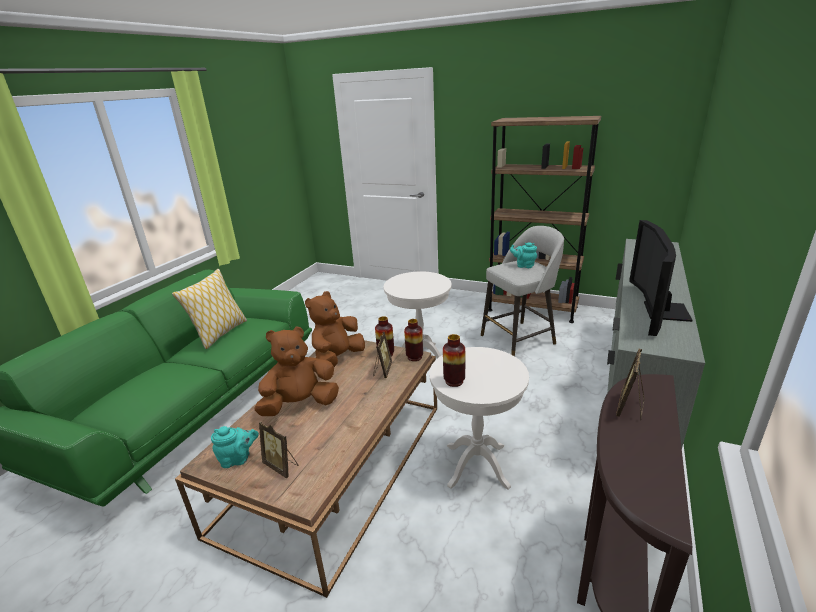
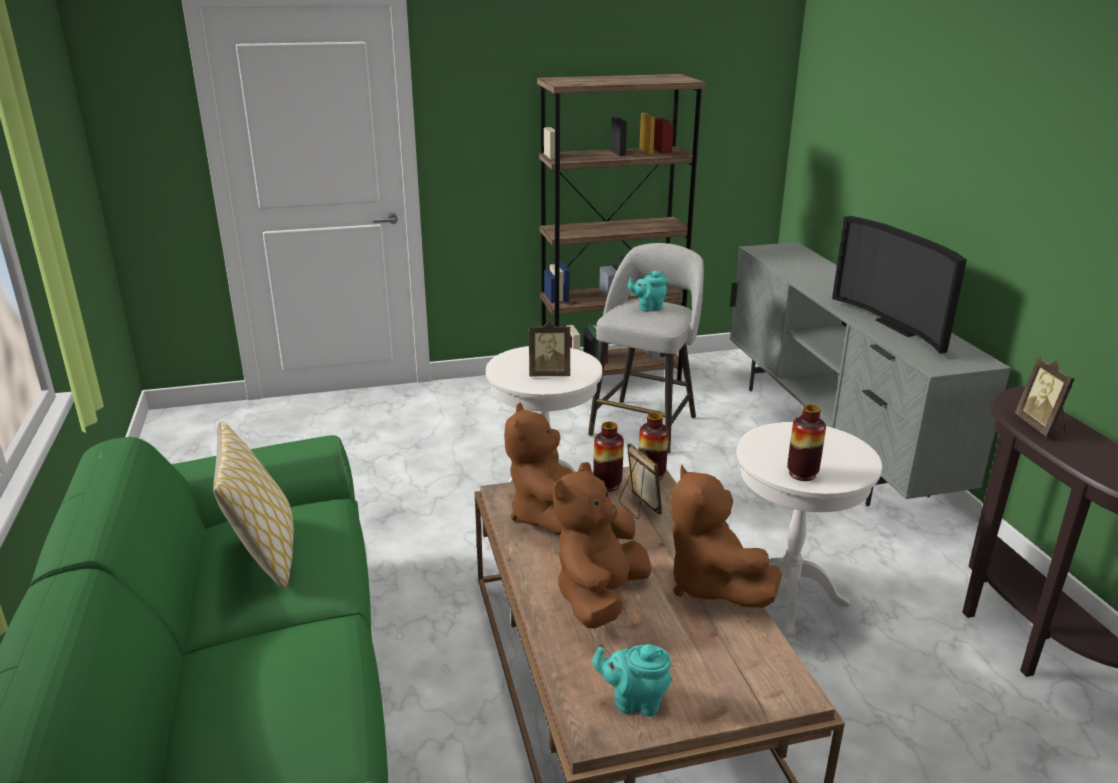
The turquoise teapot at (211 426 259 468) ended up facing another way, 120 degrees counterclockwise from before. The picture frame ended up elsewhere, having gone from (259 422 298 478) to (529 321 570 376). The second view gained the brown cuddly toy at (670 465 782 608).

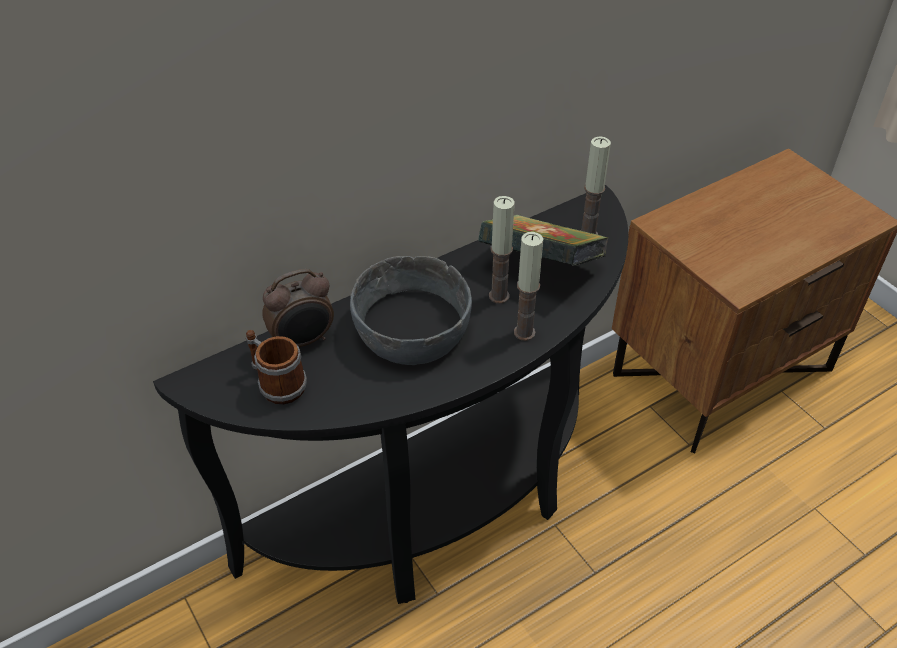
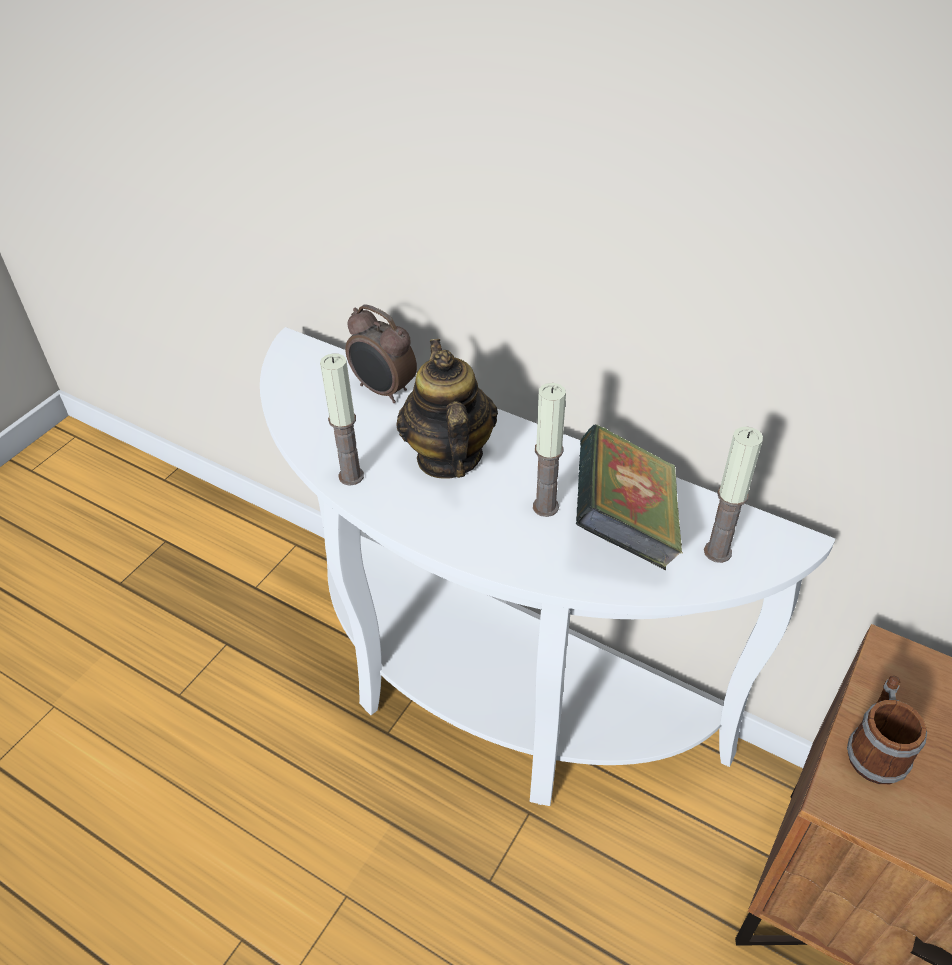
What was the blackish console table at (153 185 628 604) turned into the whitish console table at (260 327 835 806). The mug ended up elsewhere, having gone from (246 330 307 404) to (847 676 927 784). Where the grey deep dish stood at (350 256 472 365), the teapot came to stand at (396 339 498 479). The candle ended up elsewhere, having gone from (514 232 543 341) to (320 353 364 486).

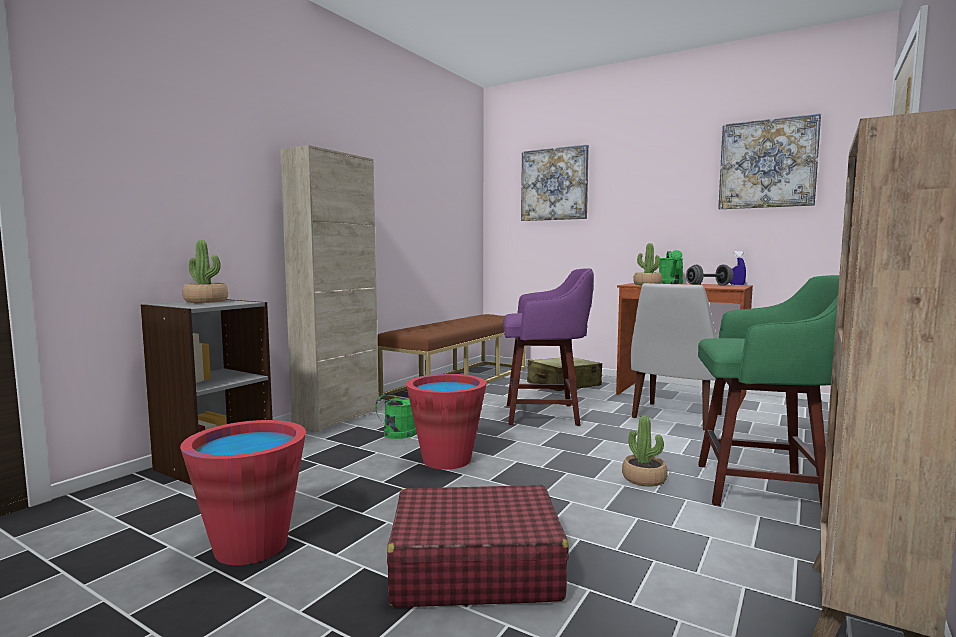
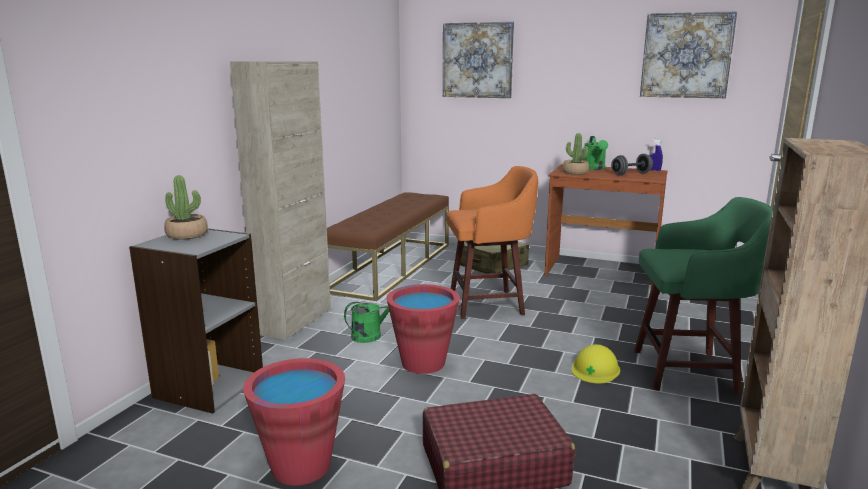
What was the purple-coloured sitting stool at (503 268 594 426) turned into the orangey sitting stool at (447 166 538 319). Where the plant in a pot stood at (622 415 668 487), the yellow work helmet came to stand at (571 344 620 383). The second view lost the whitish plain chair at (631 283 724 431).

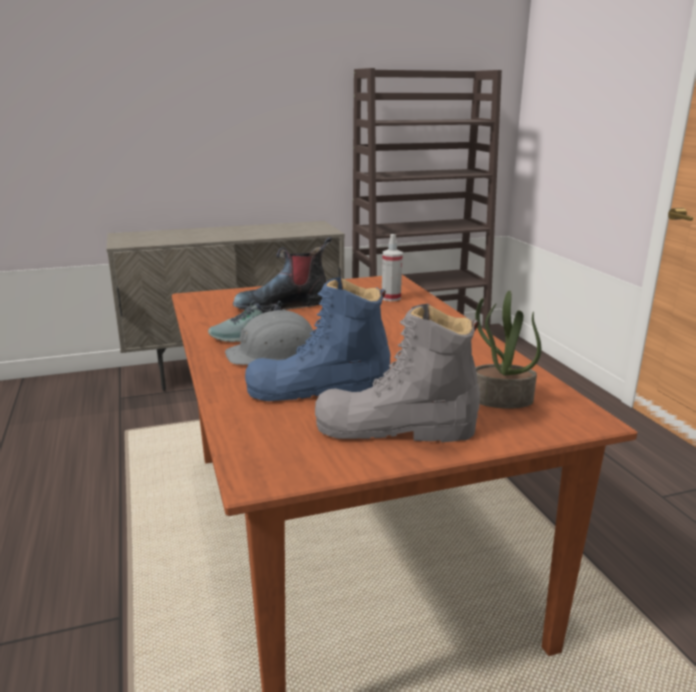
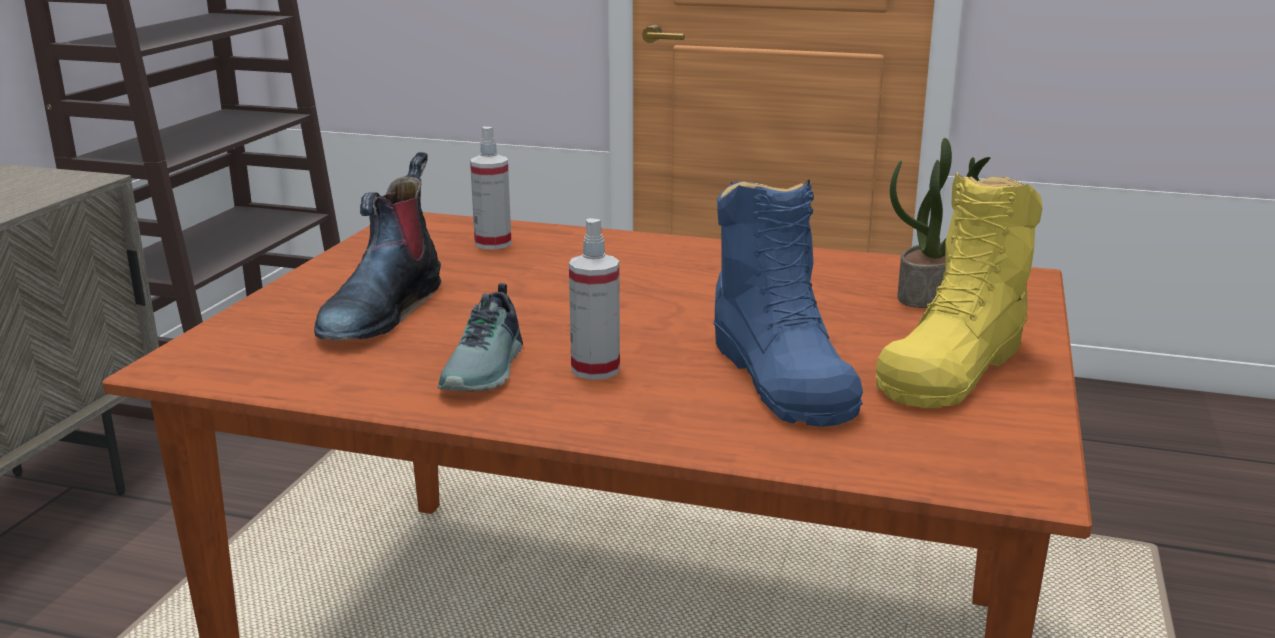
Where the grey work helmet stood at (225 309 314 365), the spray bottle came to stand at (569 218 620 380). The bluish high-top boot at (245 277 390 401) ended up facing another way, 45 degrees counterclockwise from before. What was the grey high-top boot at (315 303 480 442) turned into the yellow high-top boot at (875 172 1043 408).

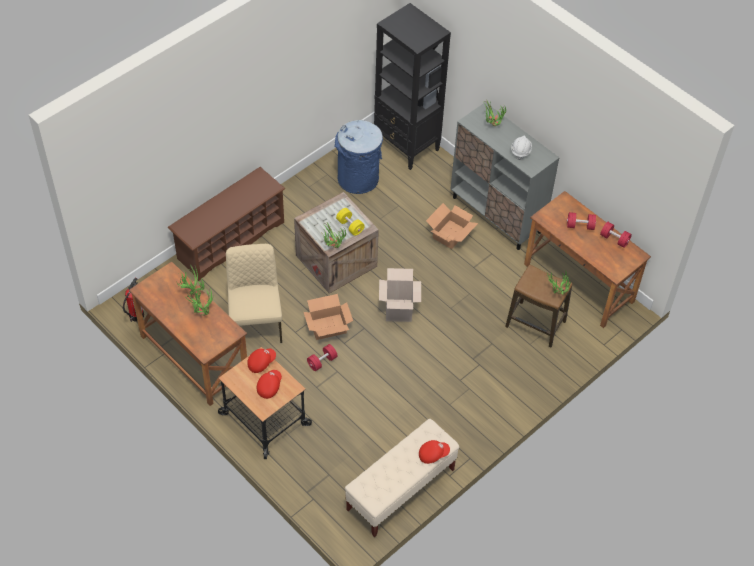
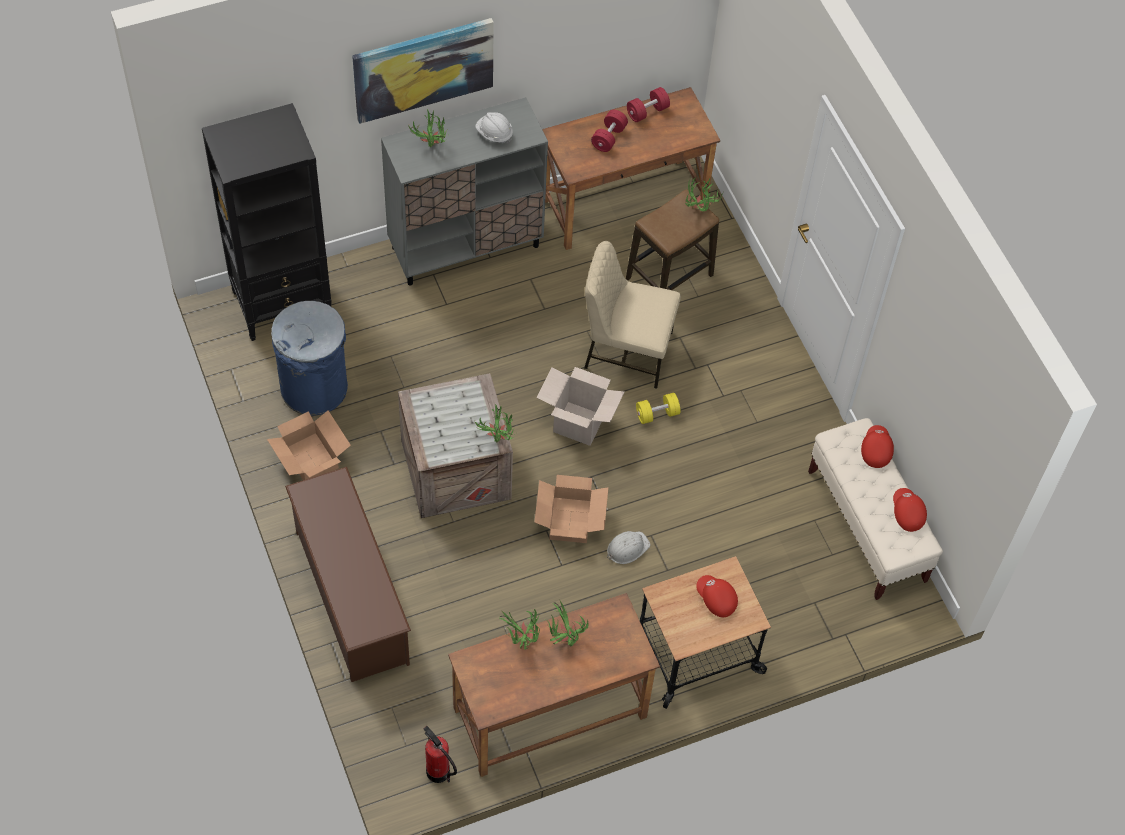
The beige-coloured plain chair ended up elsewhere, having gone from (226 244 282 343) to (584 241 681 389). The red-coloured peaked cap ended up elsewhere, having gone from (247 349 276 373) to (893 488 927 532). Where the red-coloured dumbbell stood at (307 344 338 371), the whitish work helmet came to stand at (607 531 650 564). The yellow dumbbell ended up elsewhere, having gone from (336 208 365 236) to (636 393 680 424). The cardboard box ended up elsewhere, having gone from (426 203 478 249) to (267 411 351 480). The second view gained the picture at (352 18 494 124).

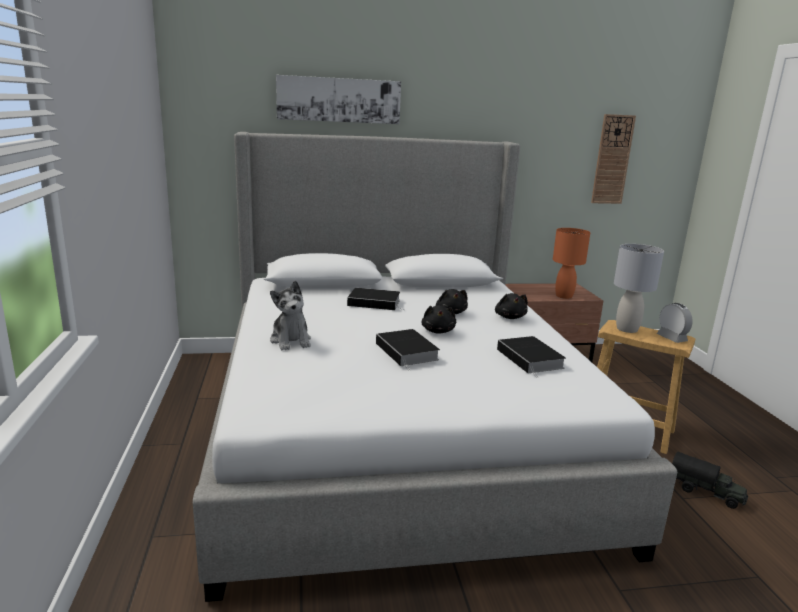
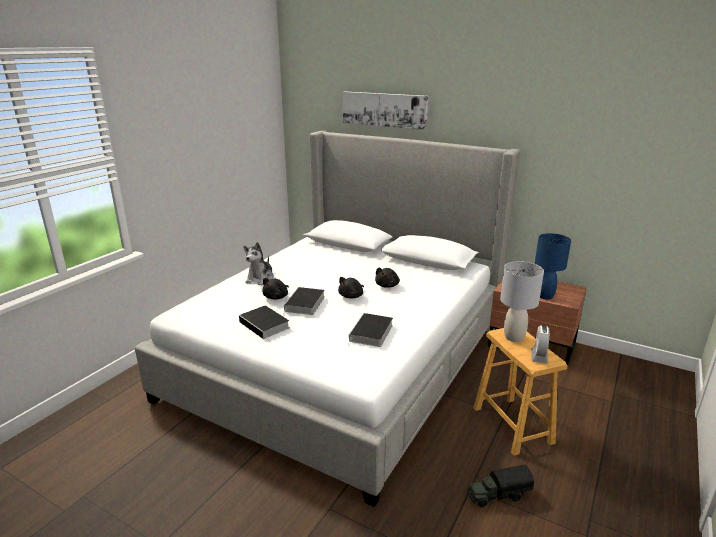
The bound book ended up elsewhere, having gone from (347 288 403 310) to (239 306 290 341). The blackish cuddly toy ended up elsewhere, having gone from (495 293 528 319) to (262 278 289 299). What was the orangey table lamp at (553 228 590 299) turned into the bluish table lamp at (535 233 571 299). The second view lost the wall clock at (591 114 636 204). The toy truck at (672 452 748 509) ended up facing another way, 90 degrees clockwise from before.

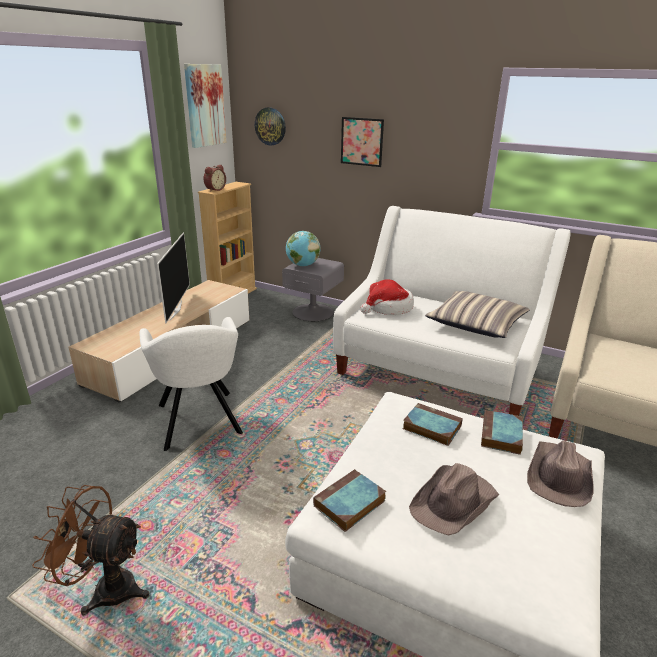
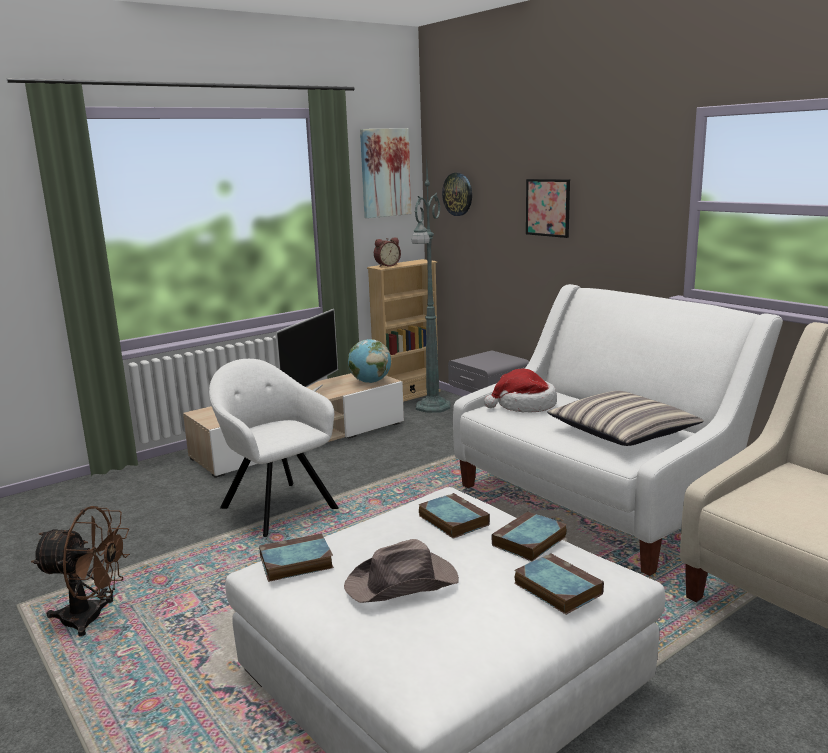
The brown cooling fan at (32 485 149 616) ended up facing another way, 150 degrees clockwise from before. The whitish armchair at (139 317 243 451) ended up facing another way, 135 degrees clockwise from before. The world globe ended up elsewhere, having gone from (286 231 320 266) to (348 339 391 383). Where the brown hat stood at (527 440 594 507), the bound book came to stand at (514 553 604 615). The second view gained the green-coloured standing lamp at (412 159 450 413).

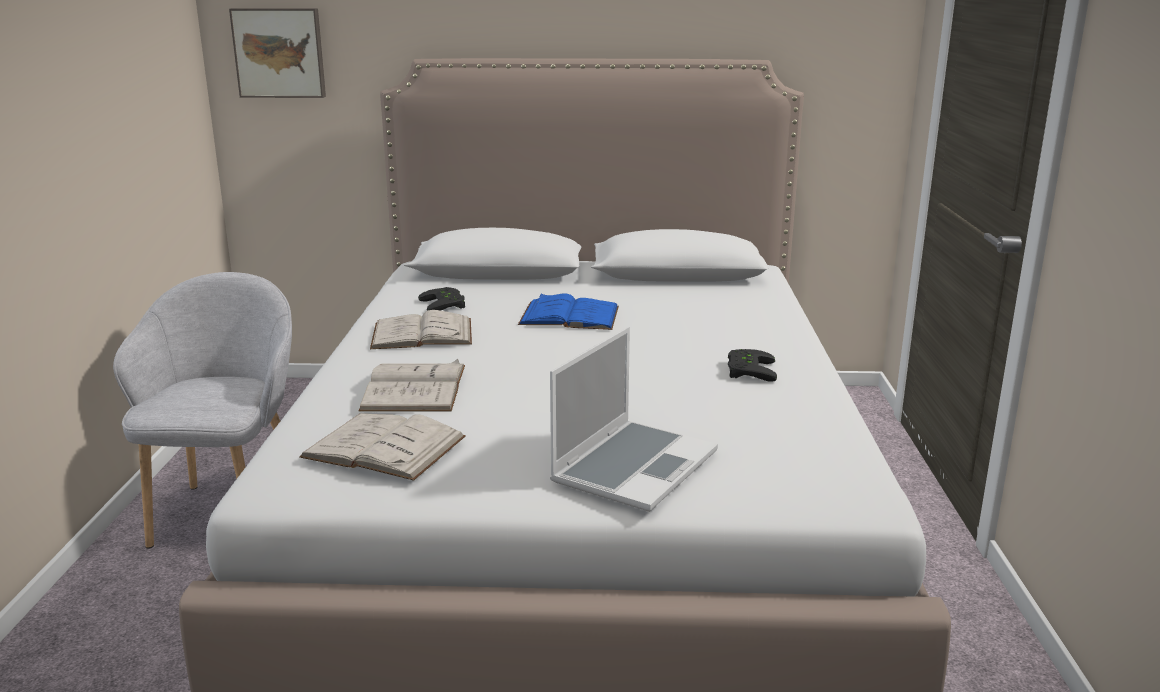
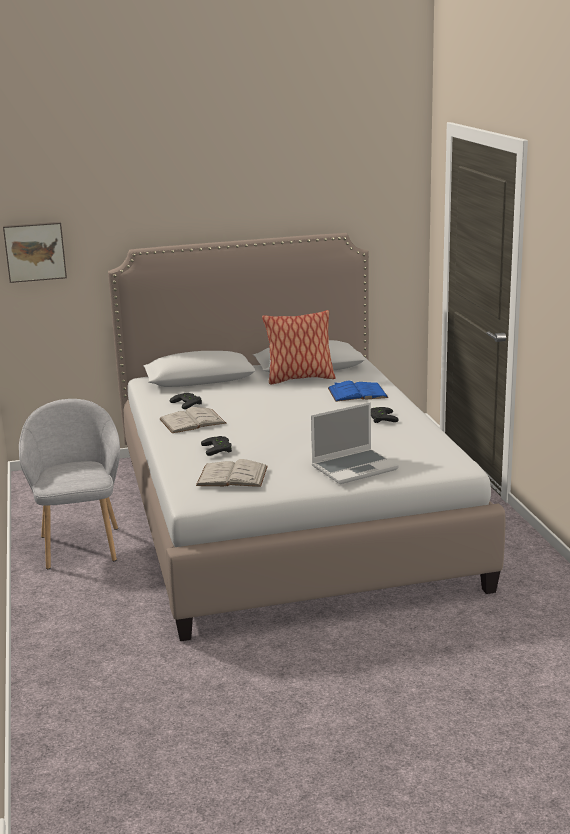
Where the whitish bound book stood at (358 359 465 412), the blackish game controller came to stand at (201 436 232 456). The bluish bound book ended up elsewhere, having gone from (518 293 619 330) to (328 381 388 402). The laptop at (550 327 718 512) ended up facing another way, 45 degrees clockwise from before. The second view gained the pillow at (262 310 336 384).

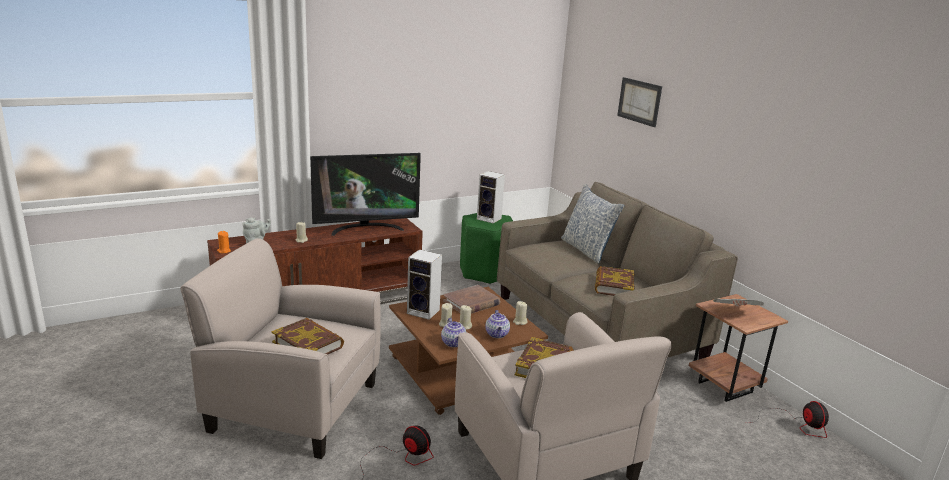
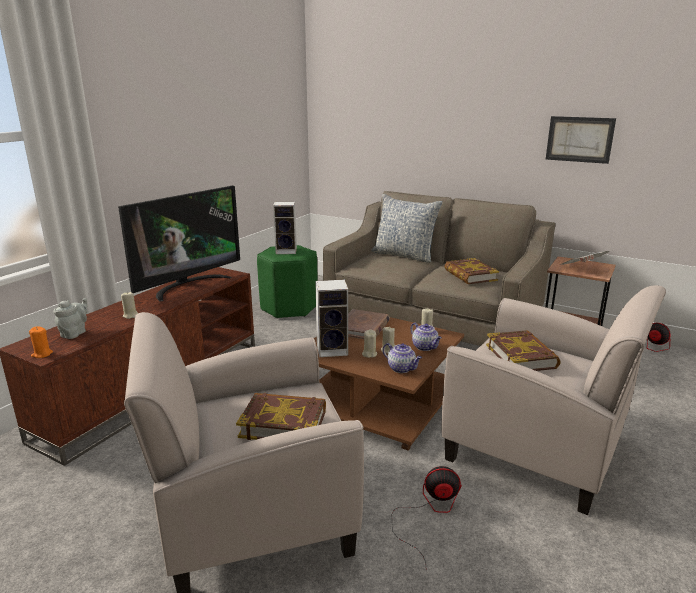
The picture ended up elsewhere, having gone from (617 77 662 127) to (546 116 616 164).

